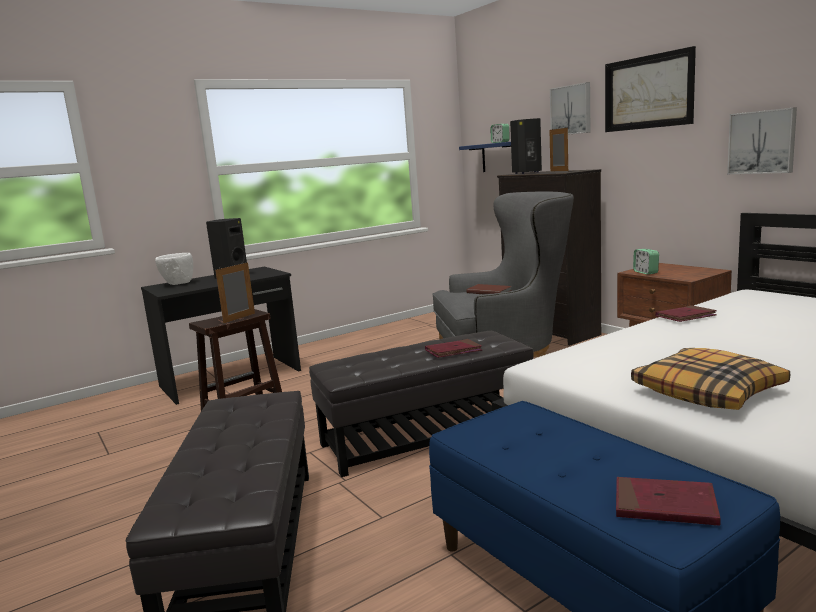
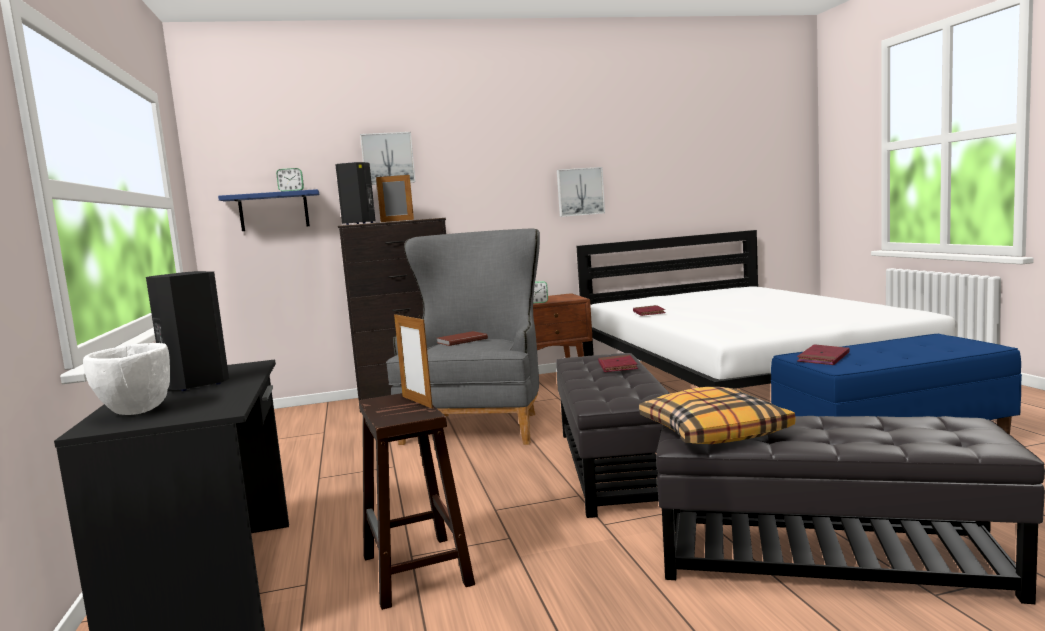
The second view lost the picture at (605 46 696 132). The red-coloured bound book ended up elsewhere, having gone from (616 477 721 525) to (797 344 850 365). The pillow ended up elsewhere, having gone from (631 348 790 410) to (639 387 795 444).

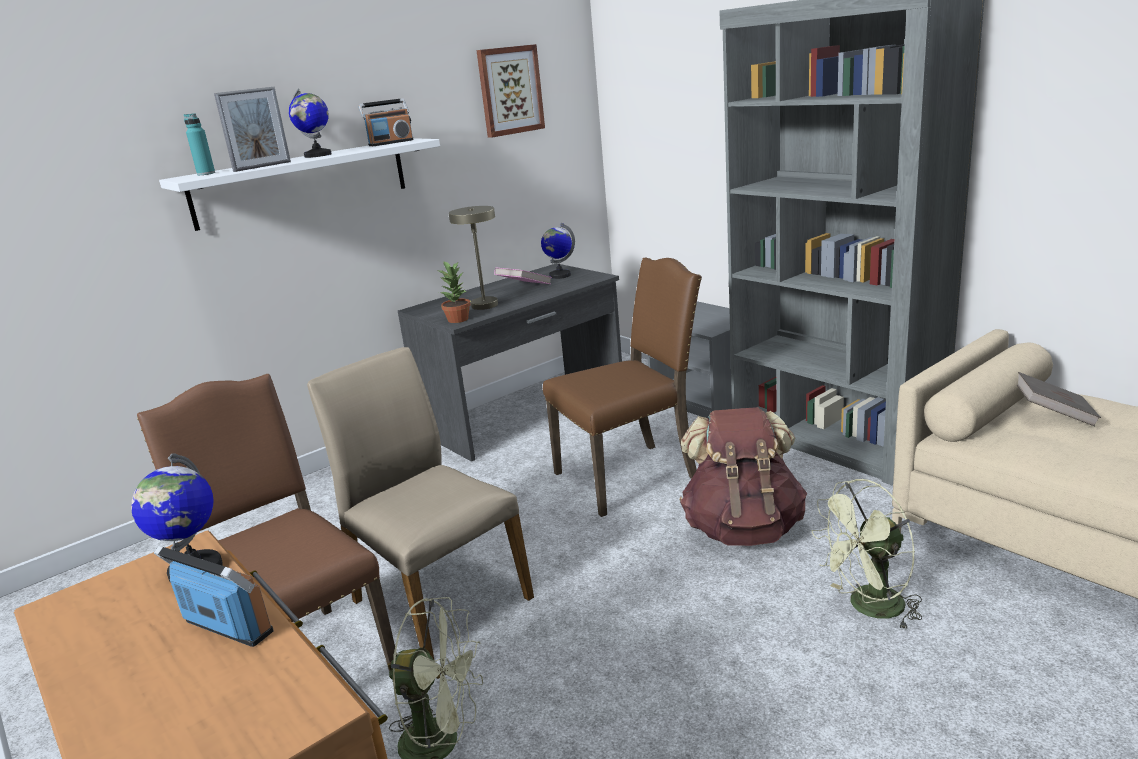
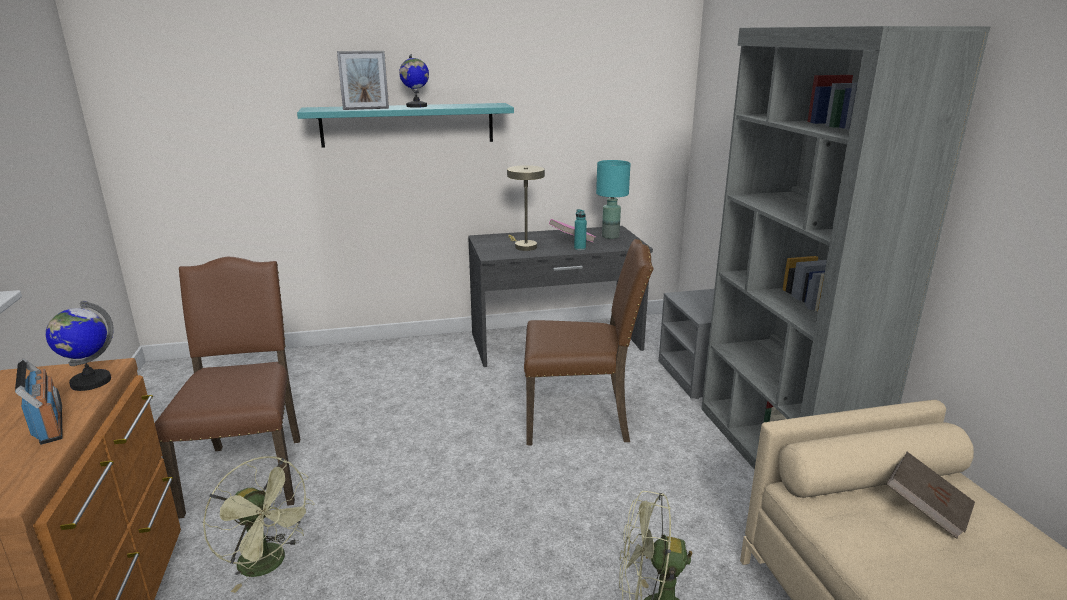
What was the whitish wall shelf at (159 138 440 231) turned into the turquoise wall shelf at (297 103 514 147). The turquoise bottle ended up elsewhere, having gone from (184 113 215 175) to (574 209 587 250). The second view lost the beige-coloured plain chair at (307 347 534 659). The second view lost the radio at (359 98 414 146). The second view lost the plant in a pot at (439 261 471 323). The second view lost the picture at (476 44 545 138). Where the world globe stood at (541 223 575 279), the turquoise table lamp came to stand at (596 160 631 239). The second view lost the brown rucksack at (680 407 807 546).

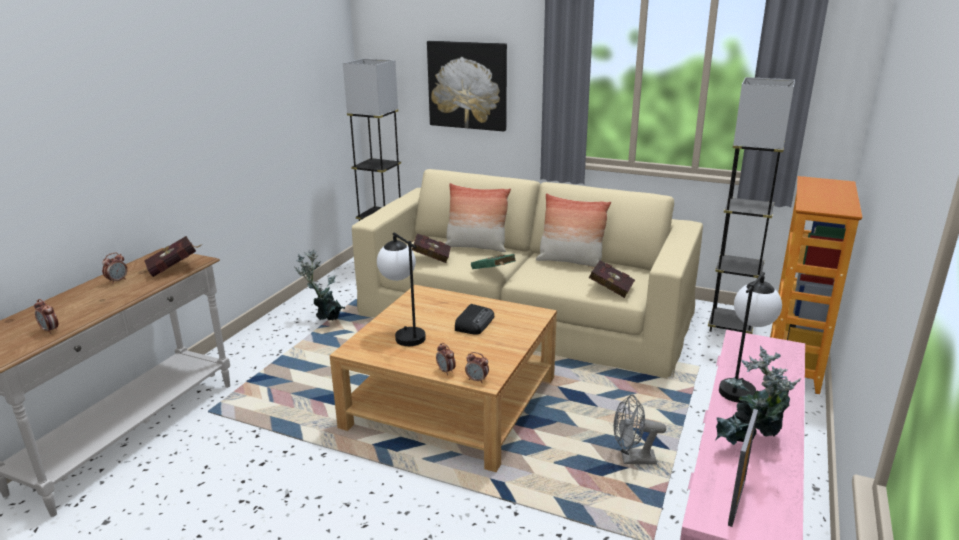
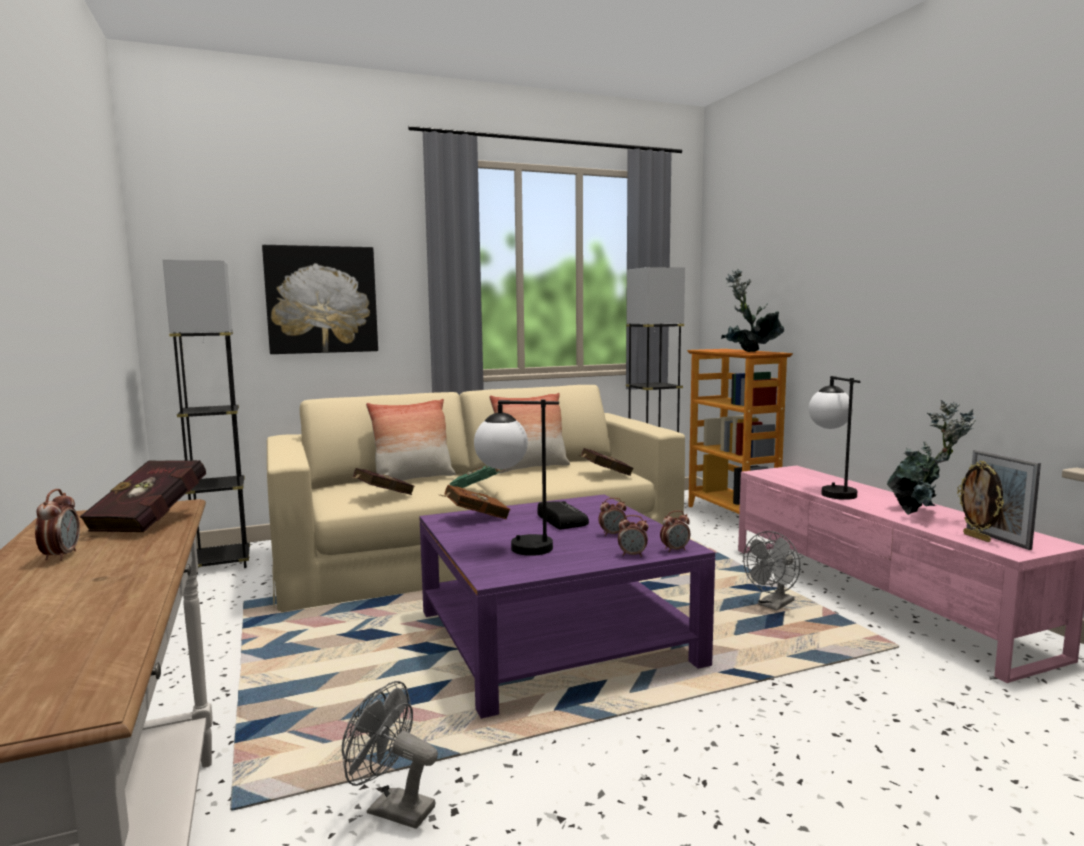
The bedside clock ended up elsewhere, having gone from (34 299 58 334) to (598 498 627 536). The plant in a pot ended up elsewhere, having gone from (294 249 345 321) to (721 269 784 352). What was the beige-coloured lounge table at (330 285 557 472) turned into the purple-coloured lounge table at (419 494 715 719). The second view gained the grey cooling fan at (342 681 438 829). The second view gained the brown bound book at (440 485 511 520). The second view gained the picture frame at (957 461 1004 542).

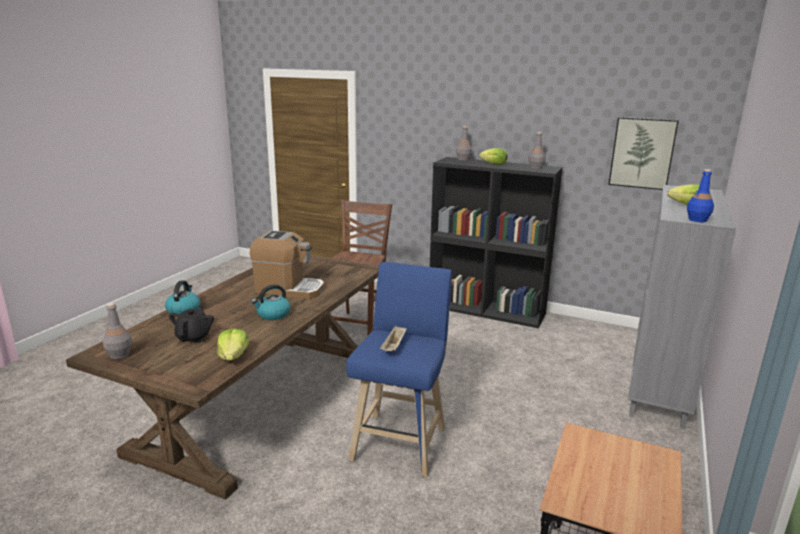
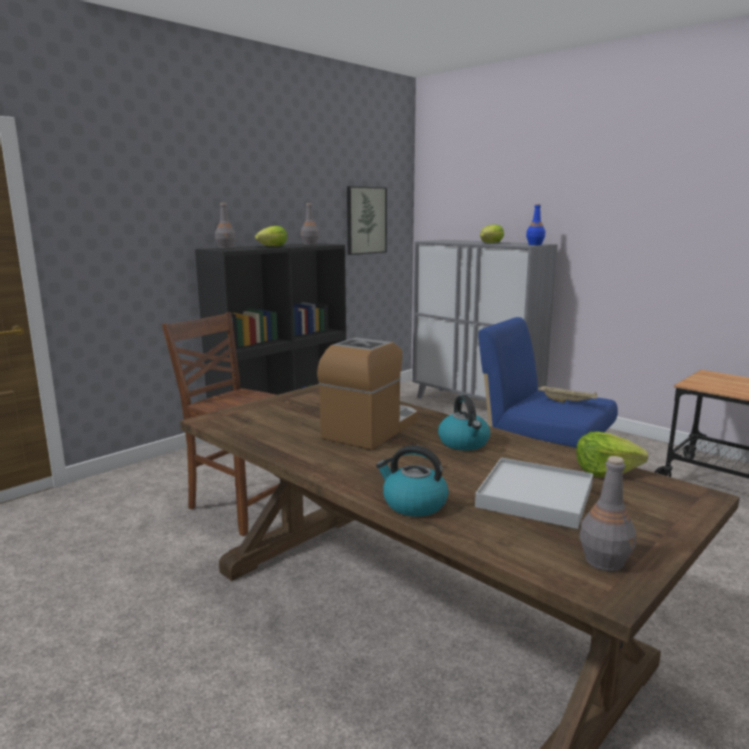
Where the blackish teapot stood at (169 305 214 343), the whitish serving tray came to stand at (475 458 593 529).

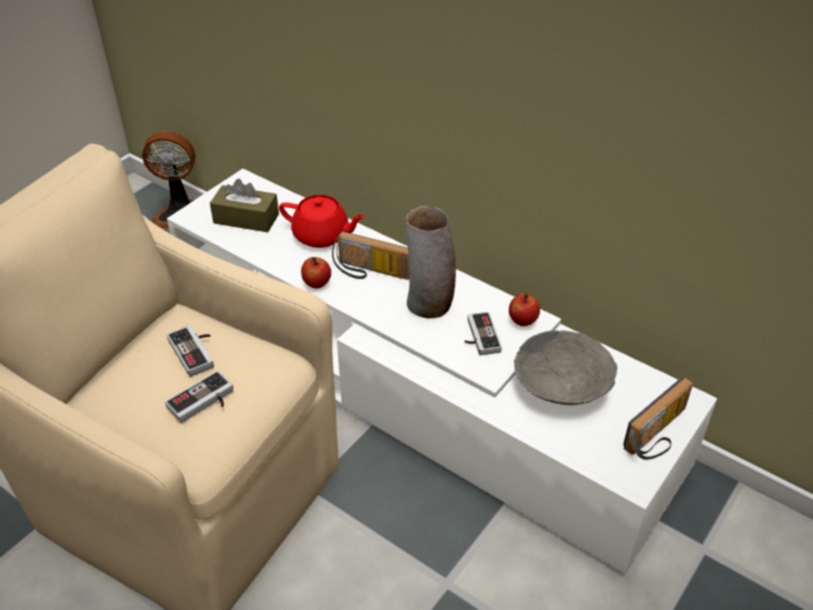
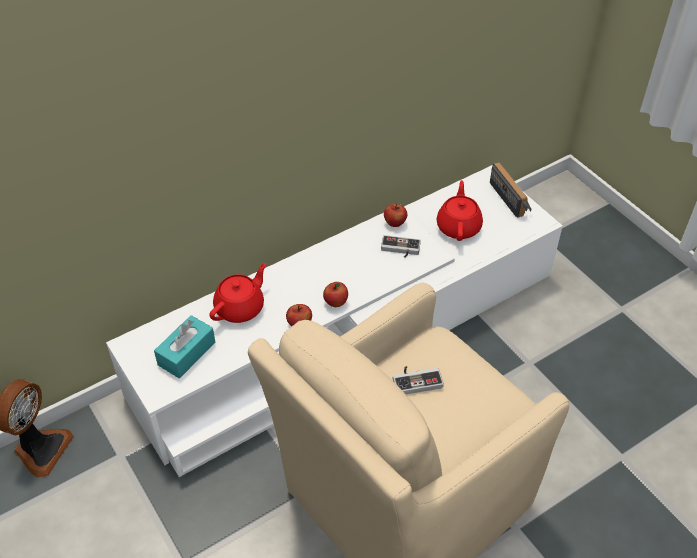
The second view lost the game controller at (165 370 233 423). What was the brown tissue holder at (210 179 279 232) turned into the turquoise tissue holder at (154 315 216 378). The second view lost the radio at (332 231 409 280). The second view lost the vase at (406 206 456 318). Where the grey deep dish stood at (514 330 617 405), the red-coloured teapot came to stand at (437 180 483 241). The second view gained the apple at (323 282 348 307).

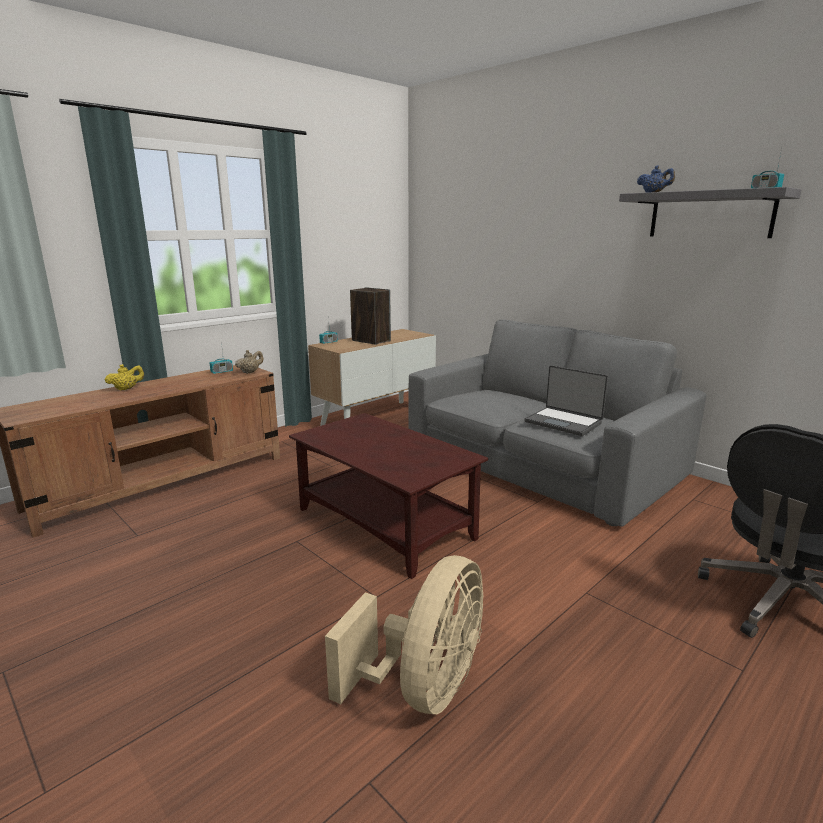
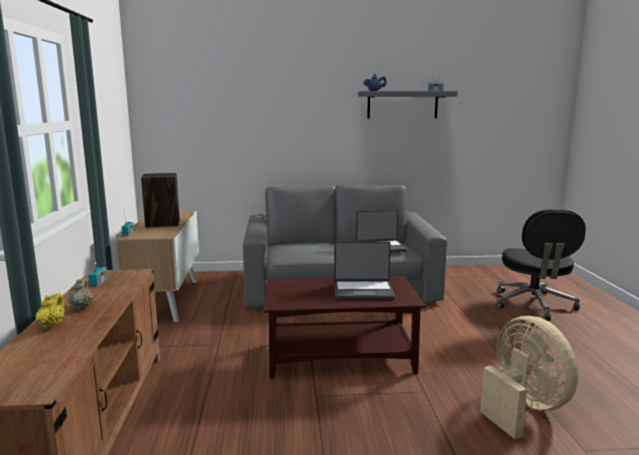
The beige-coloured teapot ended up elsewhere, having gone from (235 350 263 374) to (68 278 94 310). The second view gained the laptop at (334 241 395 300).

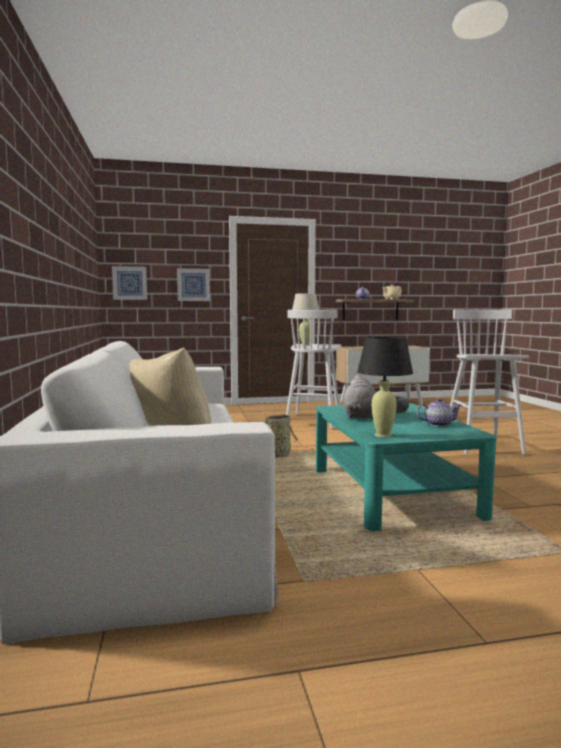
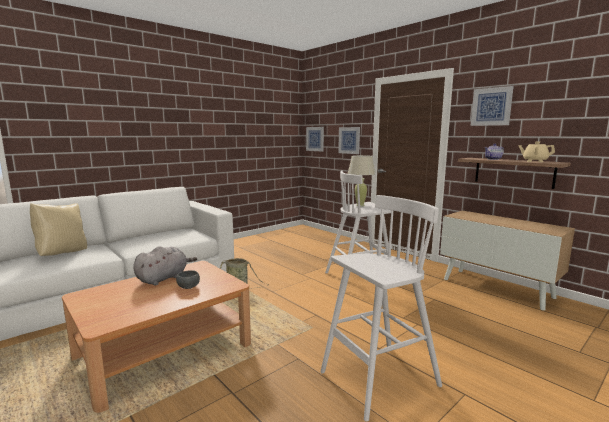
What was the turquoise lounge table at (316 403 497 531) turned into the brown lounge table at (62 261 251 413). The grey cuddly toy at (344 375 376 419) ended up facing another way, 150 degrees clockwise from before. The second view lost the blackish table lamp at (357 337 413 438). The second view lost the teapot at (417 398 461 427). The second view gained the picture at (471 86 514 126).

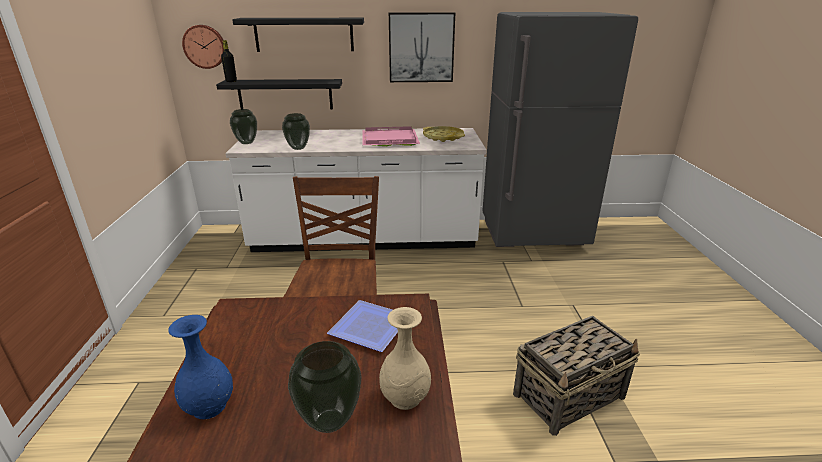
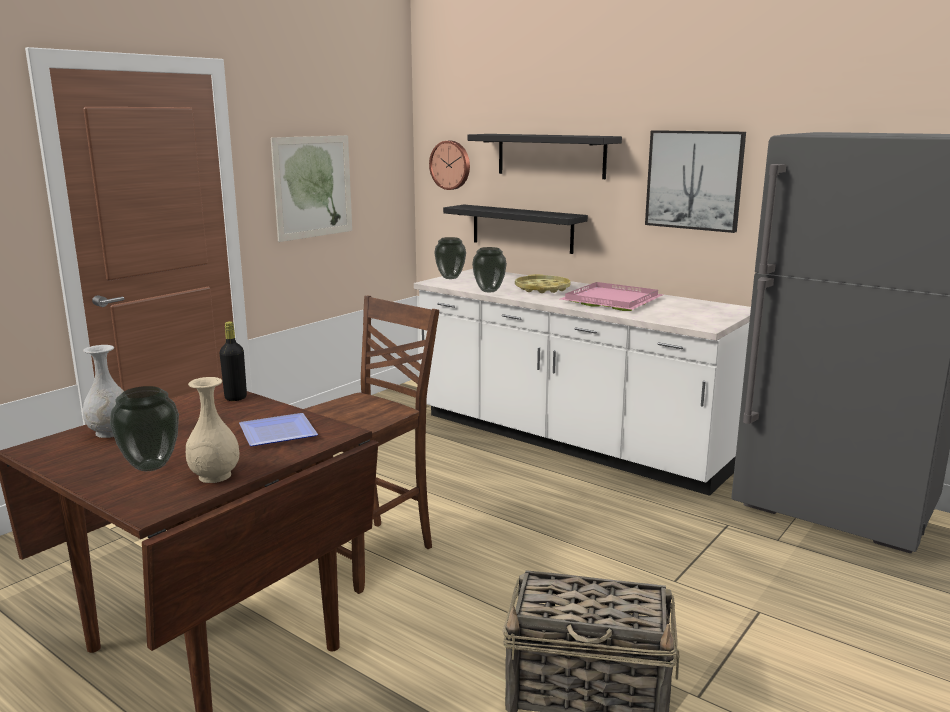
What was the bluish vase at (168 315 233 419) turned into the whitish vase at (83 345 124 438). The blackish bottle ended up elsewhere, having gone from (221 40 237 82) to (220 321 247 401). The yellow serving tray ended up elsewhere, having gone from (423 126 465 142) to (515 274 570 293). The second view gained the picture at (271 135 352 242).

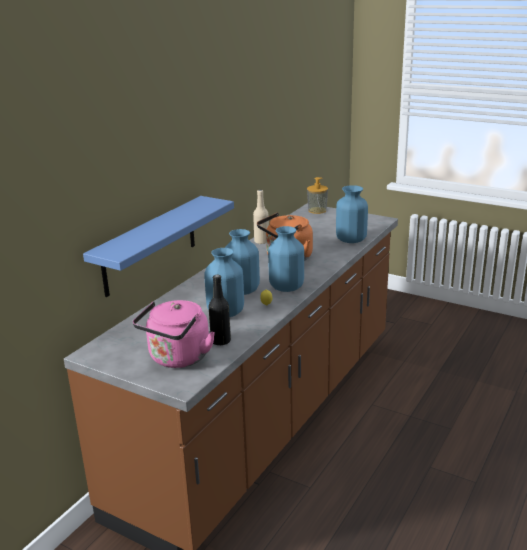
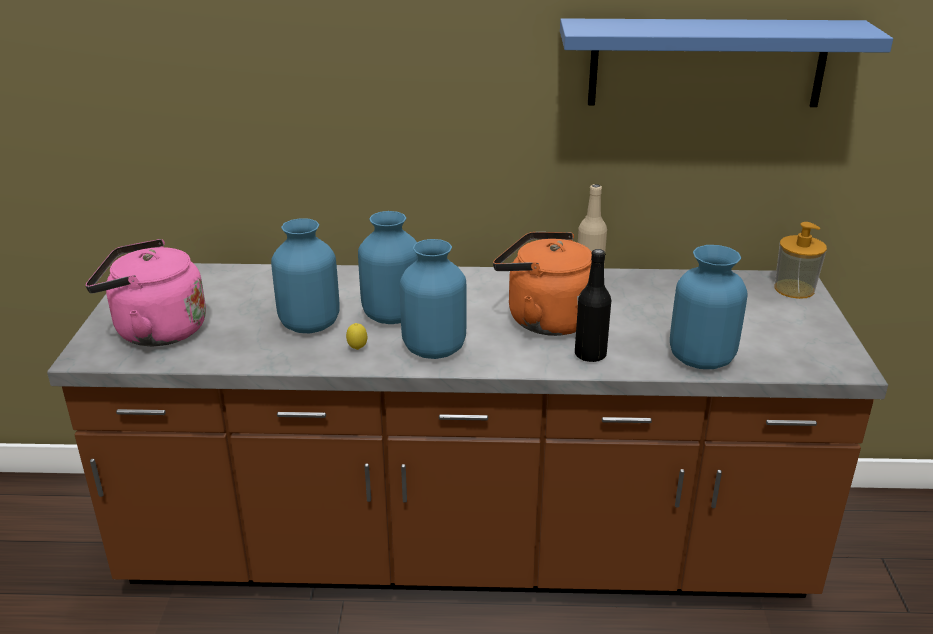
The bluish wall shelf ended up elsewhere, having gone from (83 196 234 297) to (560 18 893 107). The blackish bottle ended up elsewhere, having gone from (208 275 231 345) to (575 249 611 362).

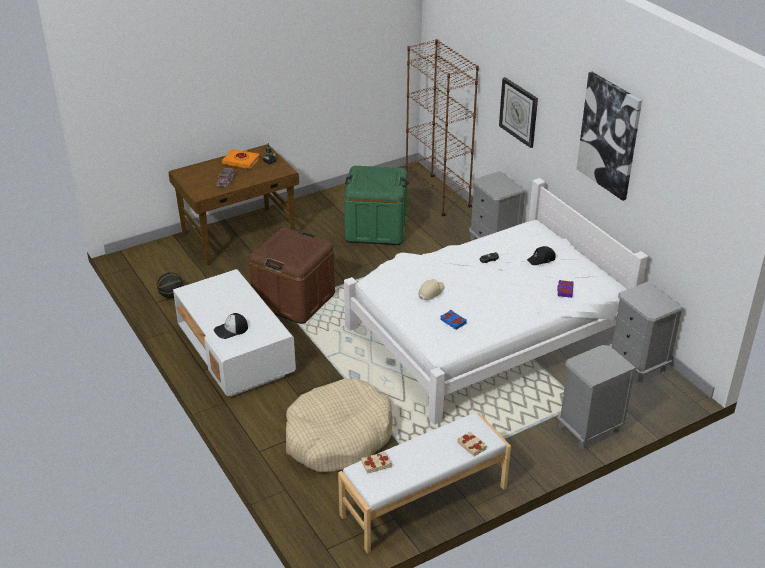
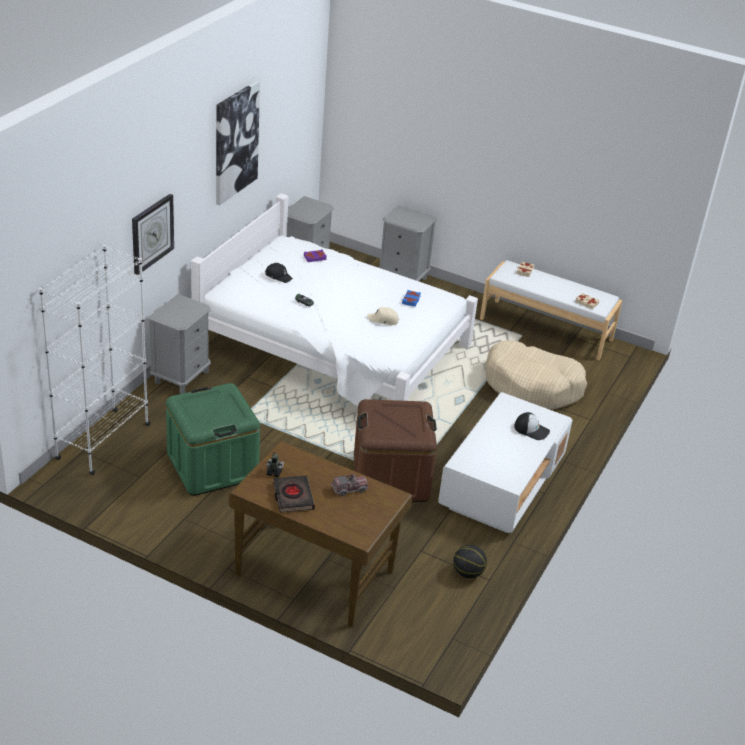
What was the orangey bound book at (222 149 260 169) turned into the blackish bound book at (273 476 315 513). What was the brown shelving unit at (406 39 479 216) turned into the whitish shelving unit at (39 245 151 475).

